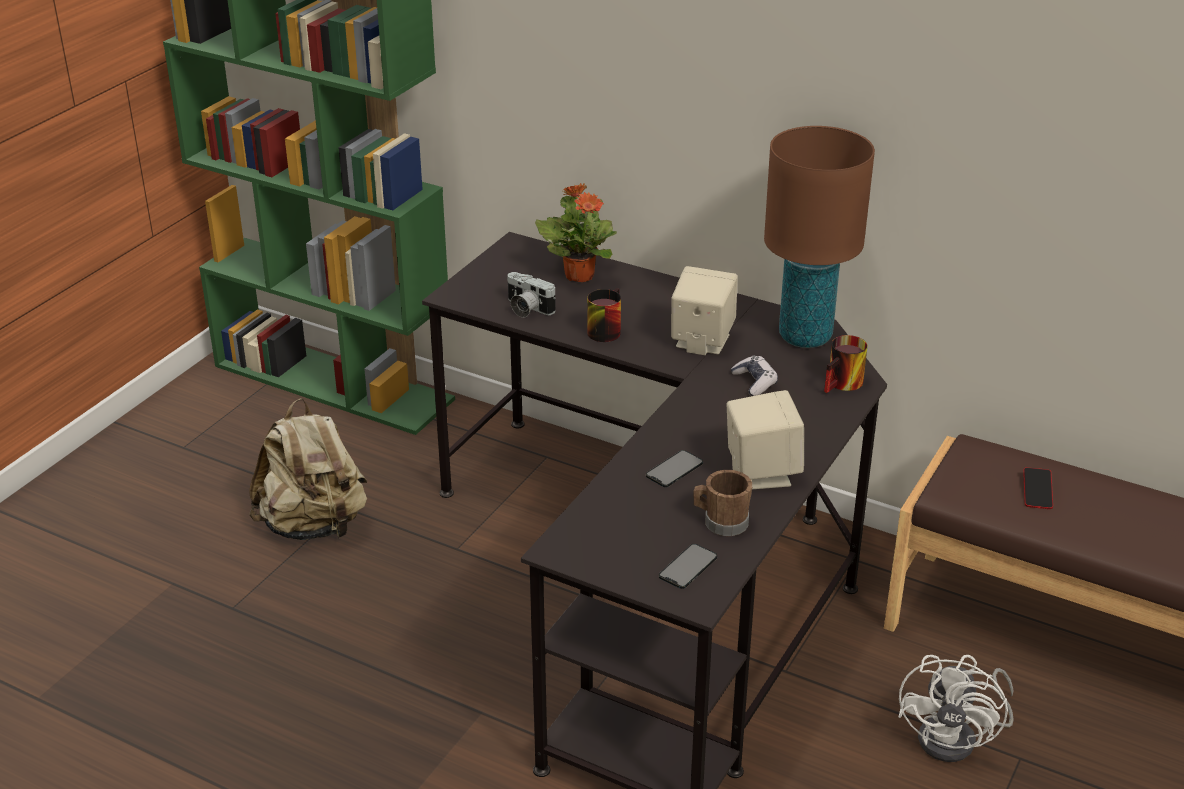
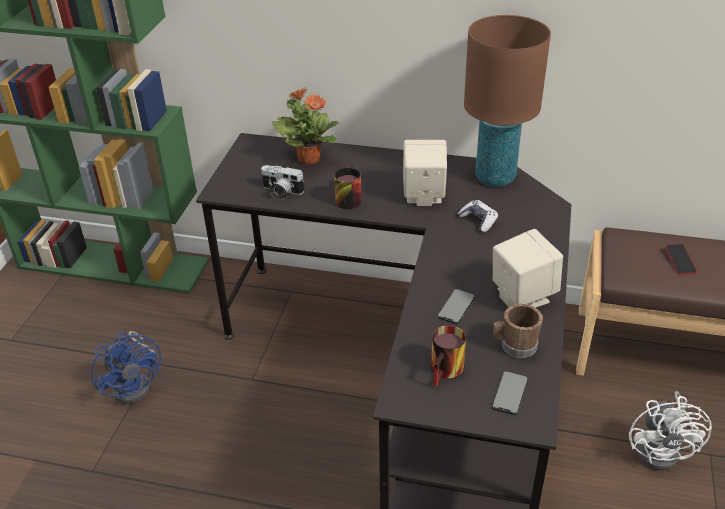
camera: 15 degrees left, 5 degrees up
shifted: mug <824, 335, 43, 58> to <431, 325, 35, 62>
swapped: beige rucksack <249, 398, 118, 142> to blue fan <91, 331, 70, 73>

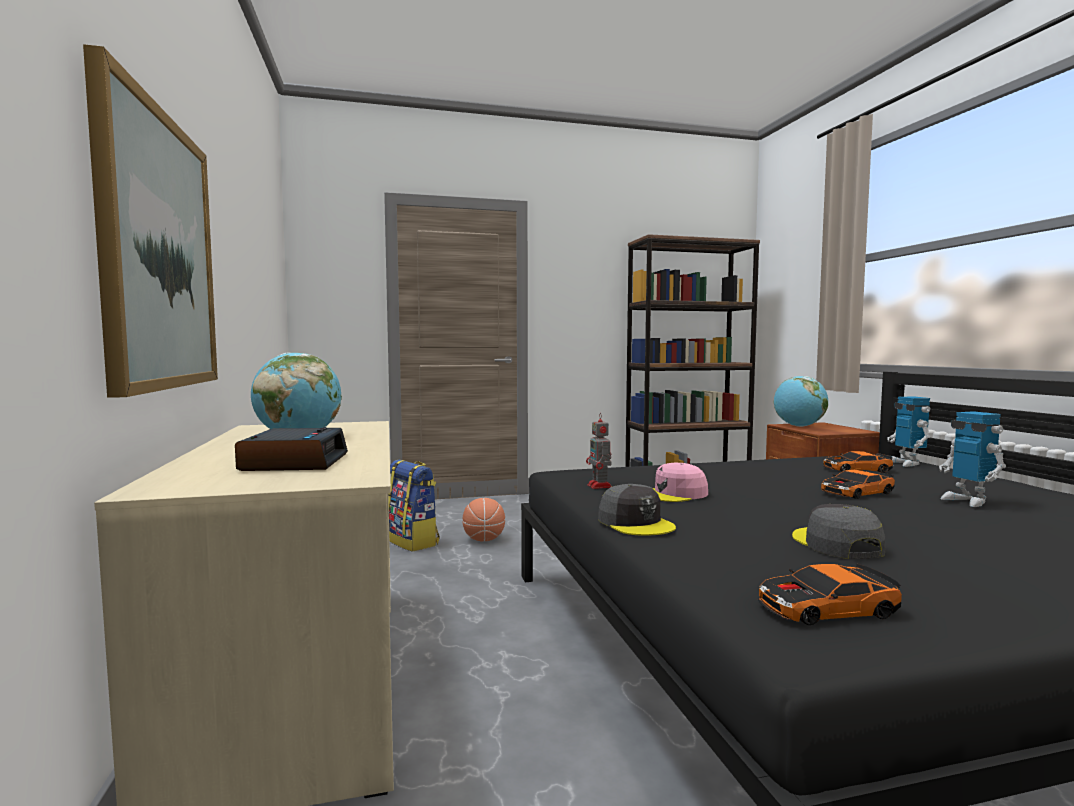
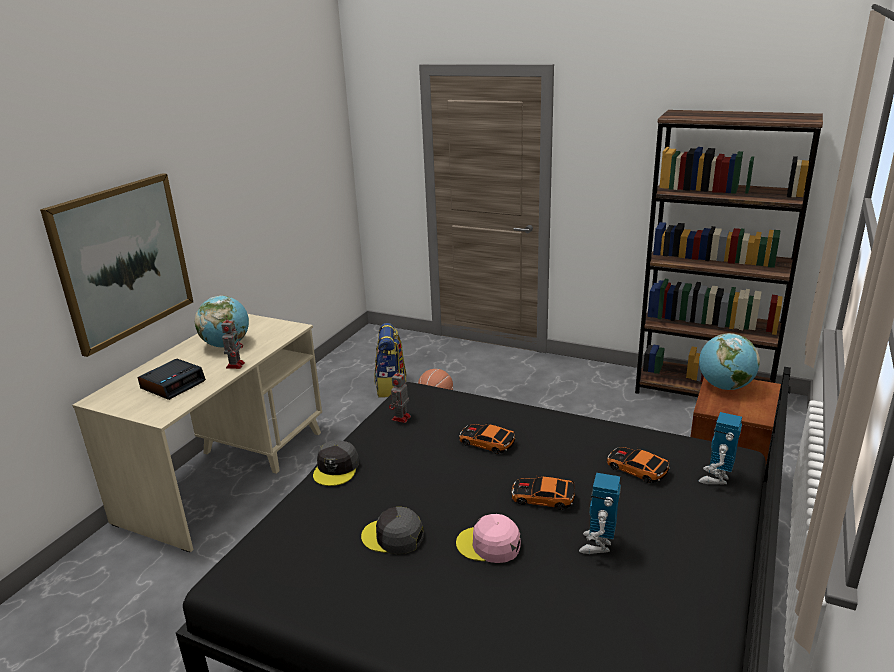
camera: 40 degrees right, 20 degrees up
new: model robot <221, 317, 24, 52>
shifted: pink cap <653, 463, 55, 39> to <456, 514, 65, 49>; toy car <758, 564, 144, 61> to <459, 423, 57, 31>
rotated: greyish cap <792, 504, 93, 55> = <361, 507, 63, 47> 105 degrees counterclockwise

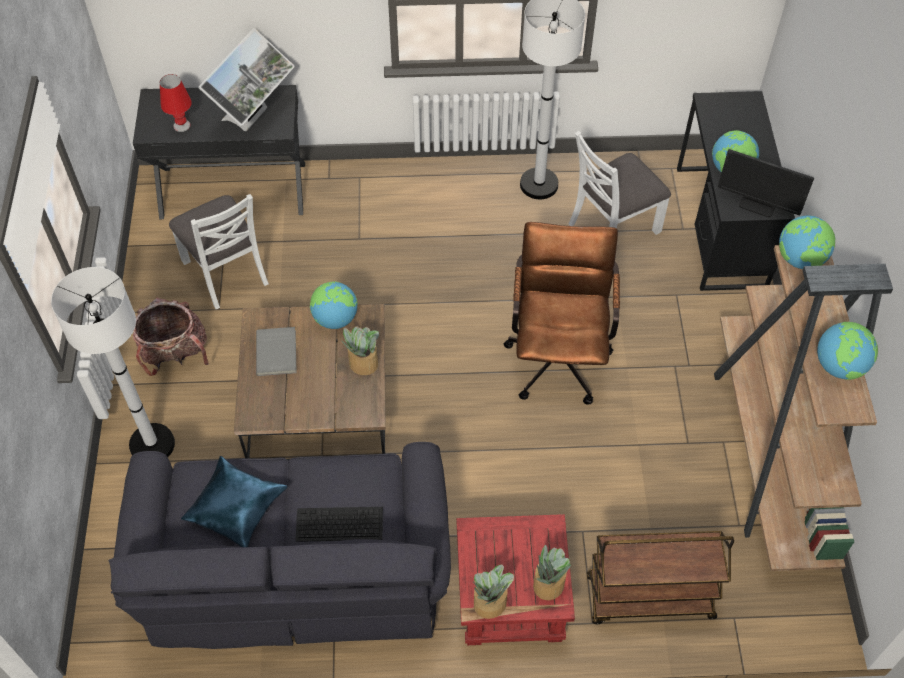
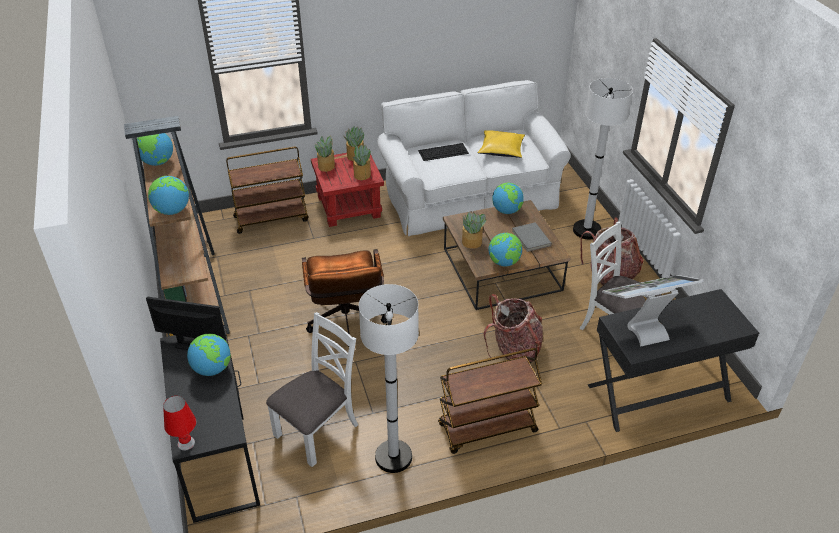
camera: 165 degrees right, 15 degrees down
new: houseplant <353, 145, 18, 35>; desk globe <492, 183, 32, 31>; rucksack <484, 294, 59, 69>; brownish wheeled cart <438, 348, 104, 106>
shifted: reddish lamp for a table <160, 74, 32, 58> to <163, 396, 33, 55>
repainted: black-coloured sofa <109, 442, 342, 207> to white sofa <377, 80, 194, 156>; blue cushion <181, 456, 107, 91> to yellow cushion <478, 130, 47, 28>
rotated: computer screen <199, 28, 96, 103> = <602, 275, 102, 71> 60 degrees clockwise

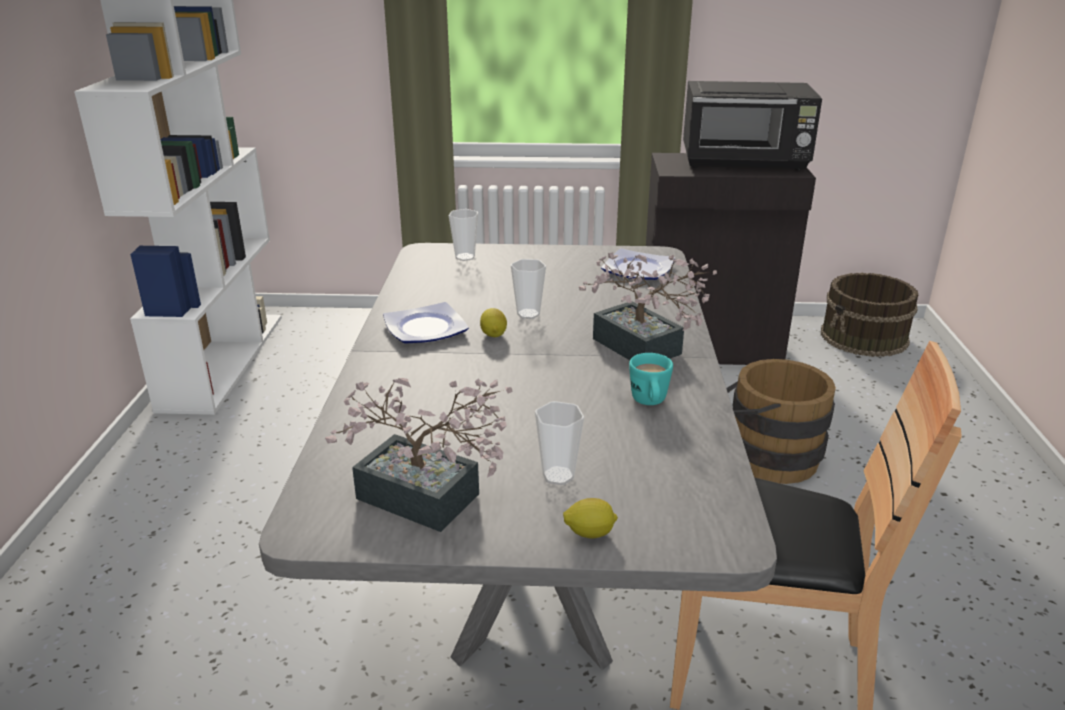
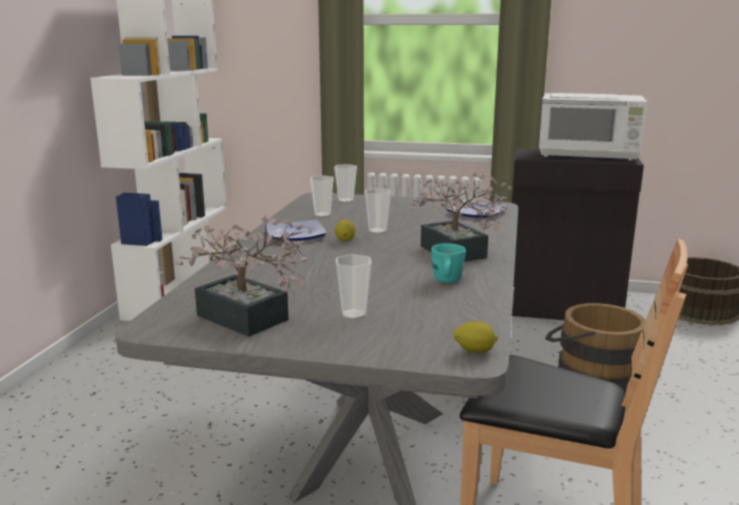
camera: 10 degrees right, 10 degrees down
new: small cup <310, 175, 24, 42>
shifted: whole lemon <563, 498, 55, 41> to <454, 321, 44, 32>
repainted: black-coloured kitchen microwave <683, 81, 139, 90> to white kitchen microwave <539, 93, 108, 68>

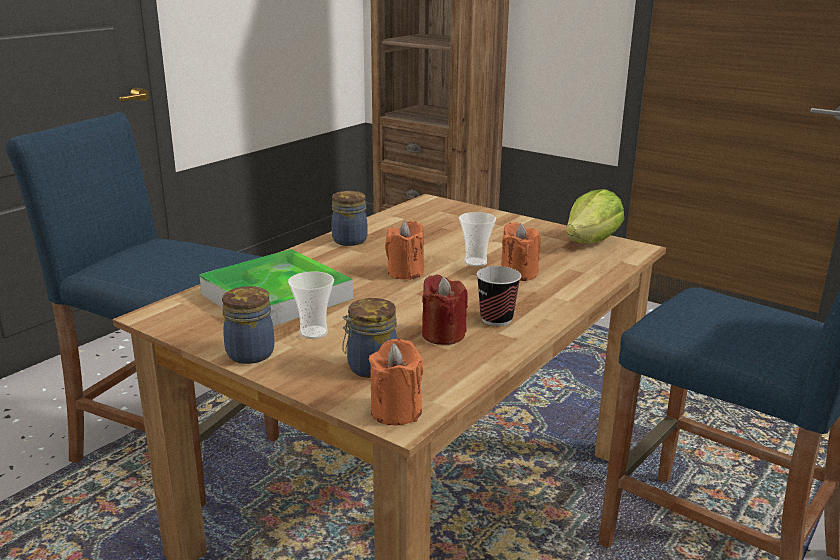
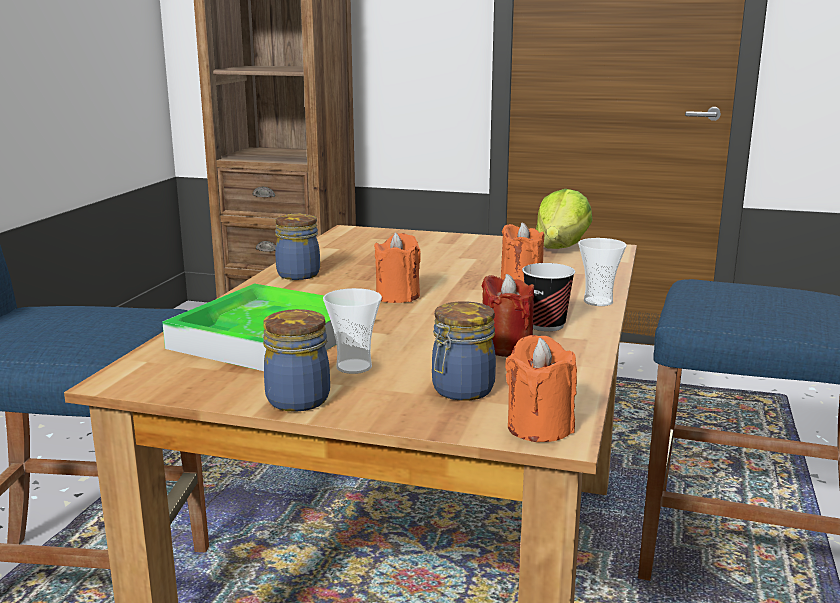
camera: 20 degrees left, 5 degrees down
shifted: small cup <459, 212, 37, 55> to <578, 238, 49, 68>

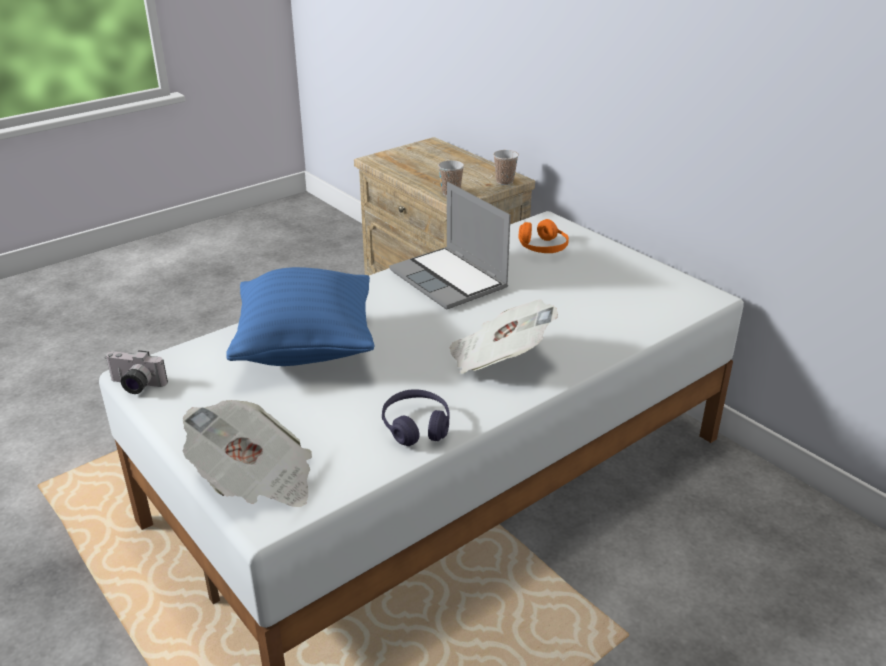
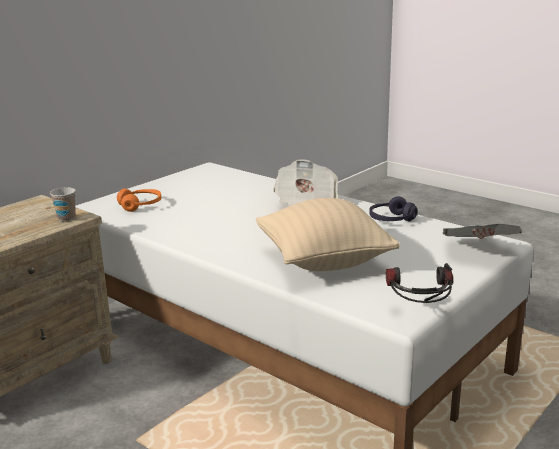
camera: 100 degrees left, 10 degrees down
gone: small cup <493, 150, 26, 35>; portable computer <389, 182, 122, 128>
swapped: photo camera <106, 350, 62, 44> to headset <386, 263, 67, 40>
repainted: blue cushion <227, 267, 148, 99> to beige cushion <256, 198, 144, 73>

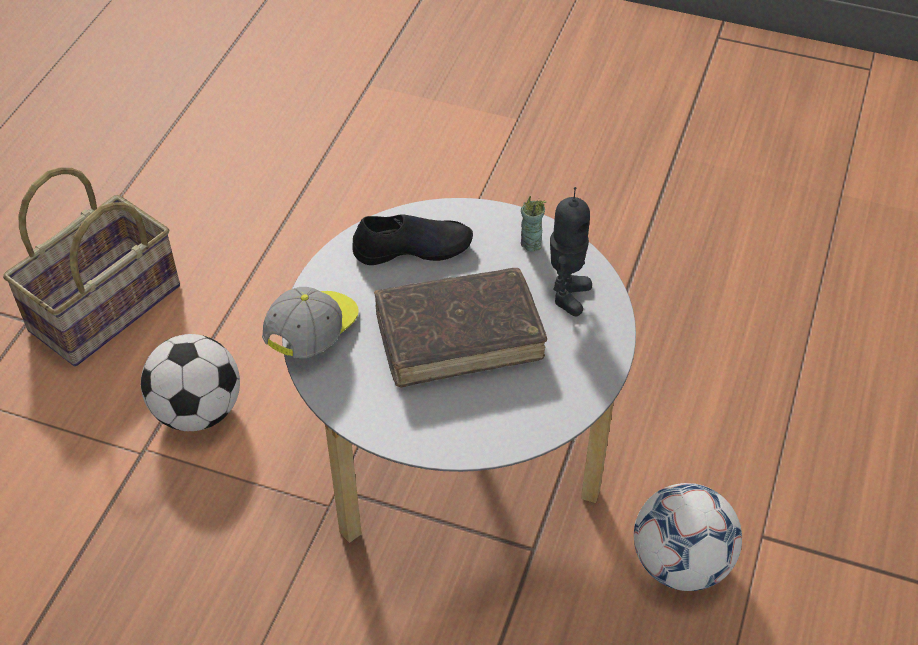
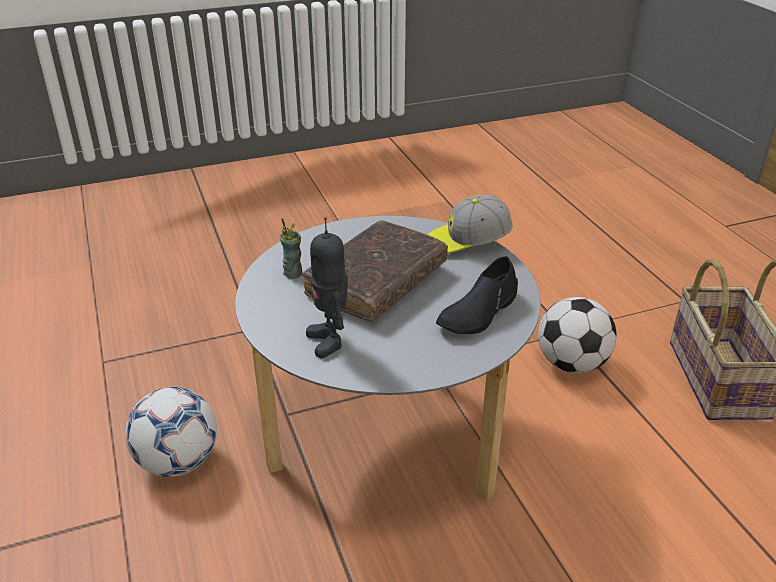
camera: 140 degrees right, 15 degrees down
shifted: small cup <521, 196, 26, 56> to <280, 218, 22, 61>
rotated: cap <262, 287, 97, 71> = <428, 195, 85, 58> 90 degrees clockwise

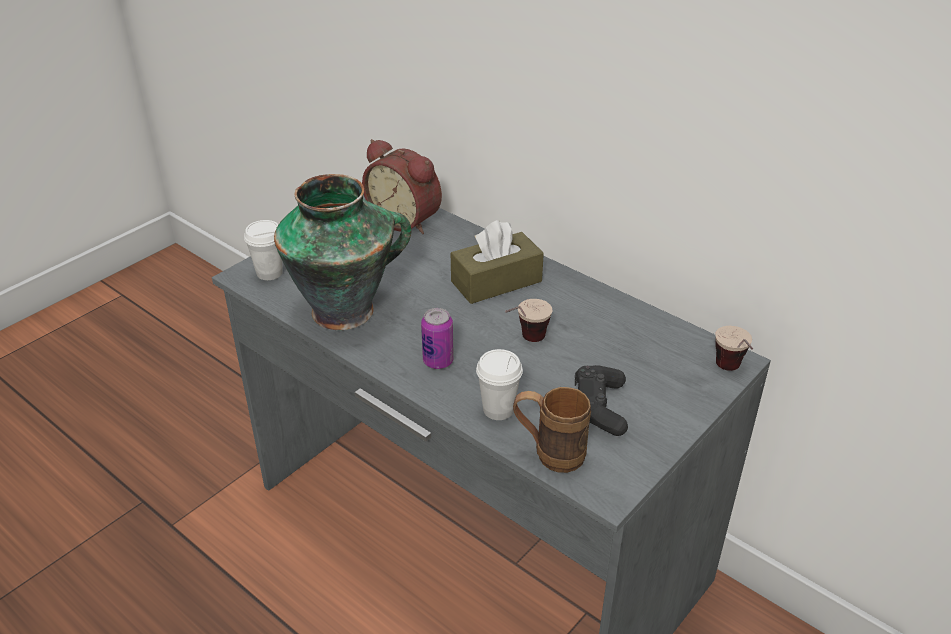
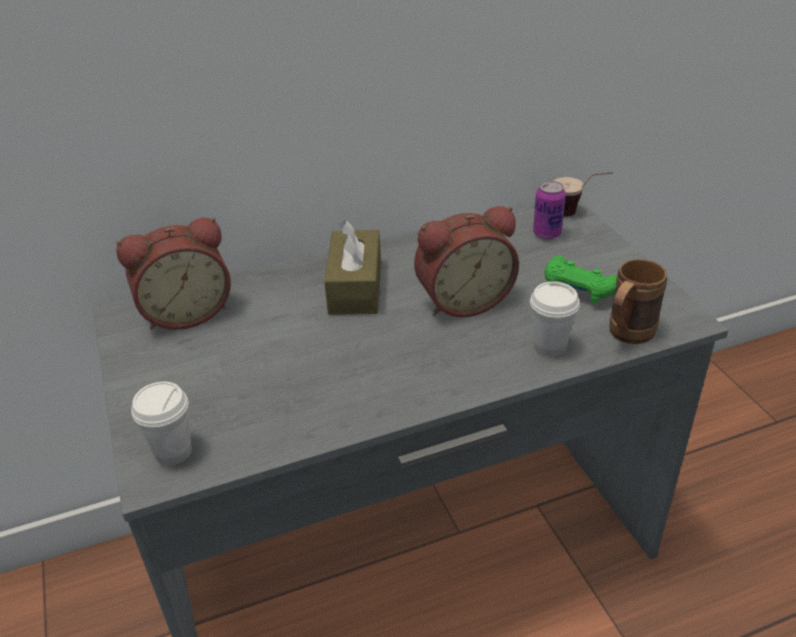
camera: 60 degrees left, 0 degrees up
gone: flower vase <274, 174, 137, 156>
shifted: sealed can <421, 308, 33, 61> to <533, 181, 33, 59>
swapped: small cup <505, 299, 47, 43> to bedside clock <414, 206, 105, 111>
repainted: black-coloured gamepad <575, 365, 53, 71> to green gamepad <545, 256, 72, 48>

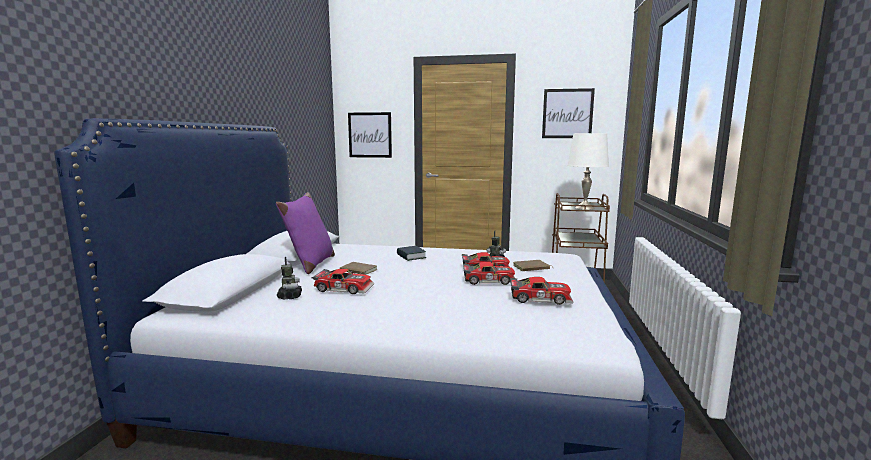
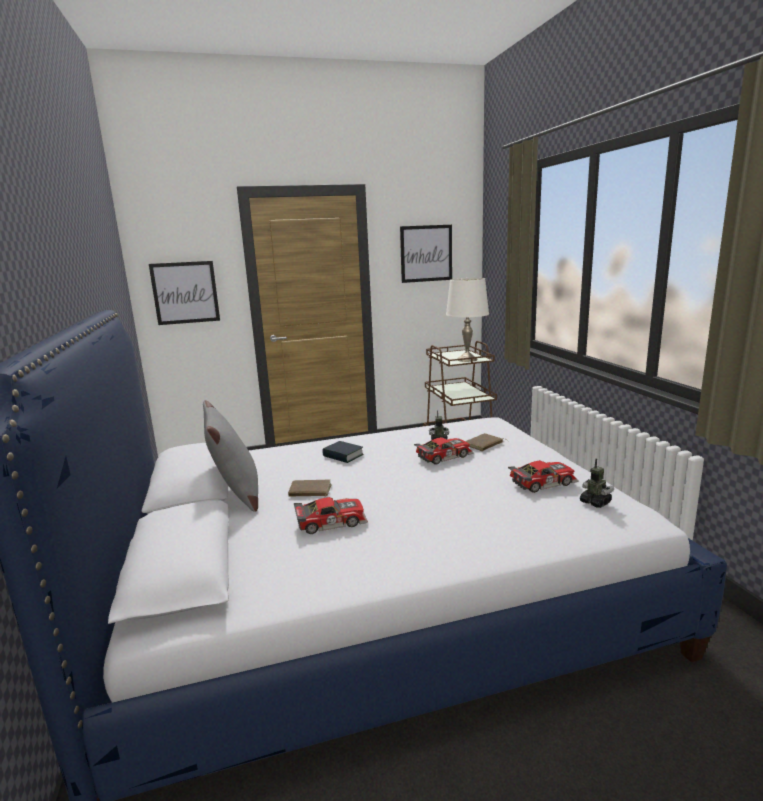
camera: 25 degrees left, 5 degrees up
gone: toy car <463, 262, 52, 23>
shifted: model robot <277, 257, 25, 42> to <580, 459, 34, 49>
repainted: purplish cushion <276, 192, 59, 82> to greyish cushion <203, 400, 55, 112>

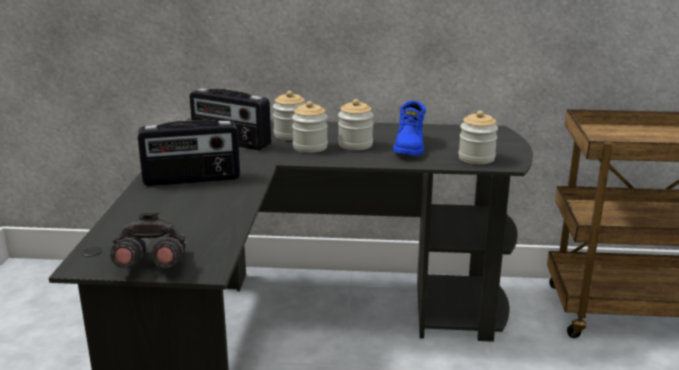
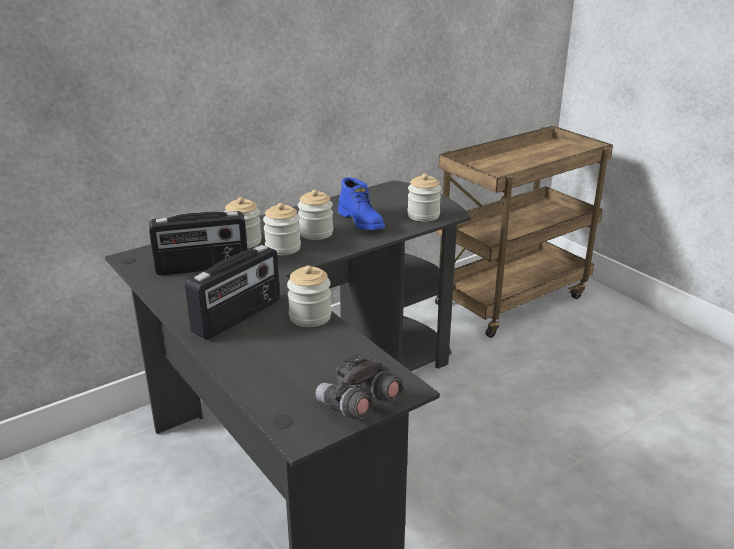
camera: 40 degrees left, 5 degrees up
new: preserve jar <287, 265, 44, 62>

